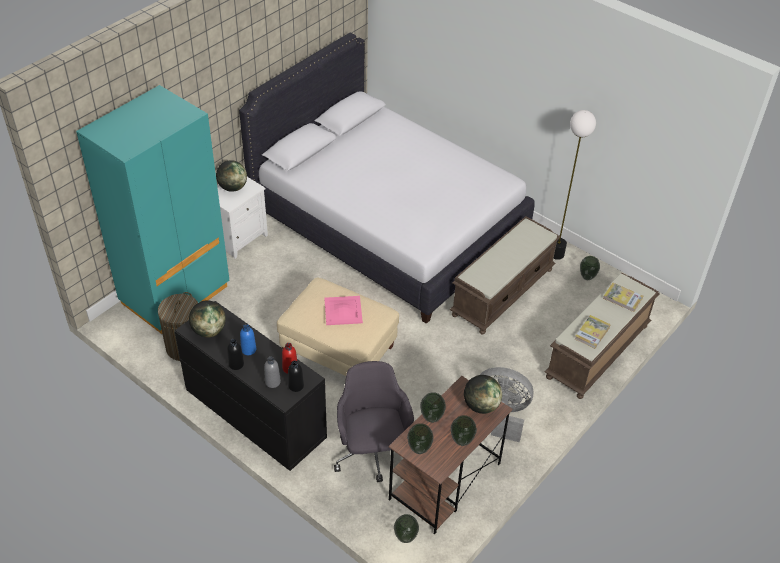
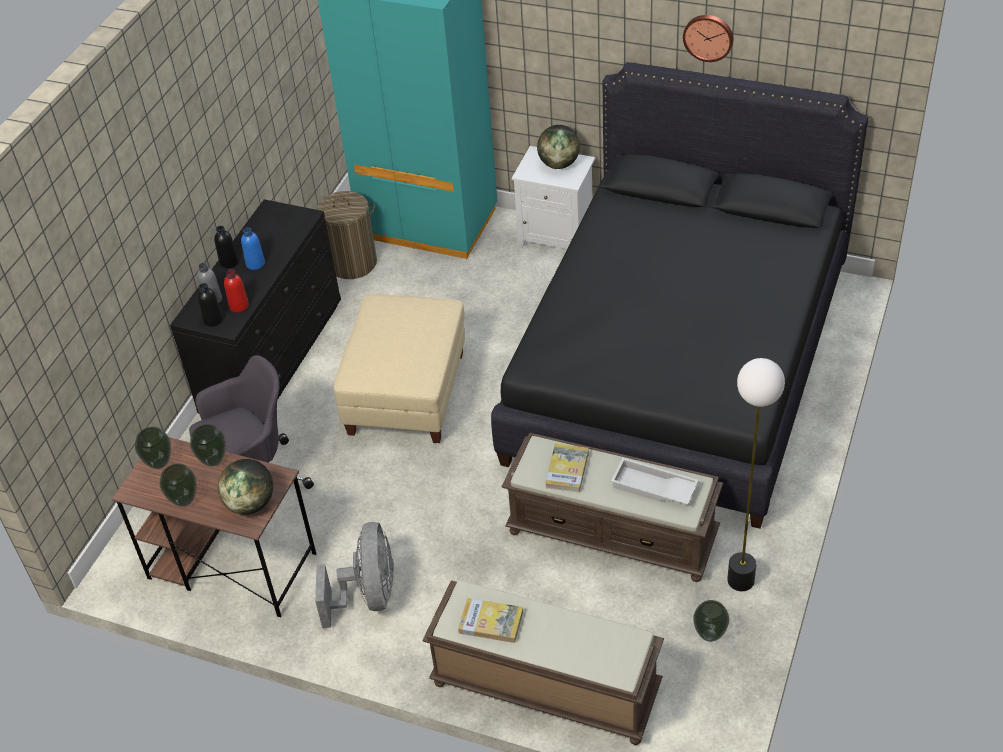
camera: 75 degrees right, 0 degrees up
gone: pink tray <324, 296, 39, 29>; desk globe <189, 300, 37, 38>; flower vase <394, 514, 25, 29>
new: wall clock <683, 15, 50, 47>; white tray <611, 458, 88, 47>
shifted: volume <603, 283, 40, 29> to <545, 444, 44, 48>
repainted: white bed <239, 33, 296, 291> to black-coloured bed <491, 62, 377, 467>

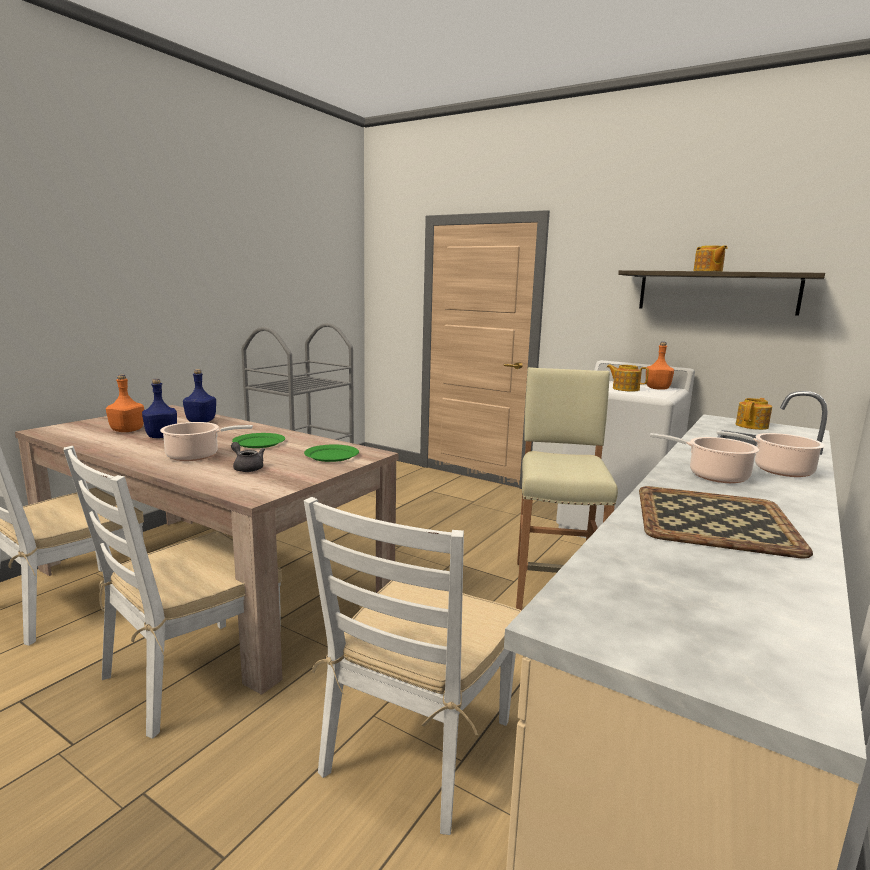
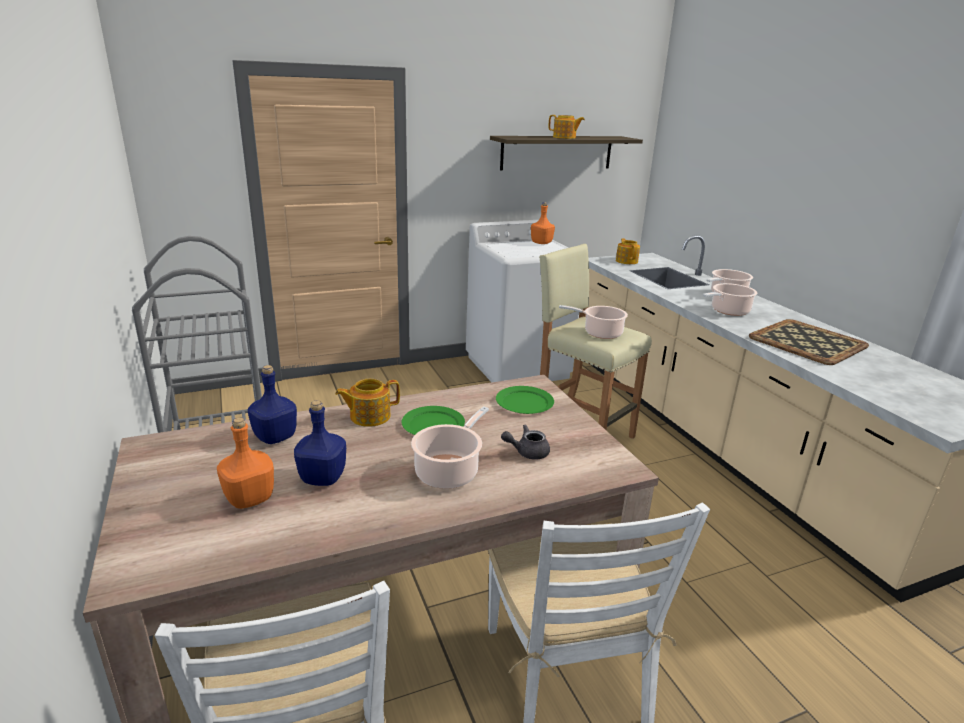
camera: 55 degrees left, 10 degrees up
gone: white plain chair <304, 497, 217, 338>
new: stockpot <559, 305, 69, 34>
shifted: pot for tea <607, 365, 42, 27> to <335, 379, 65, 48>

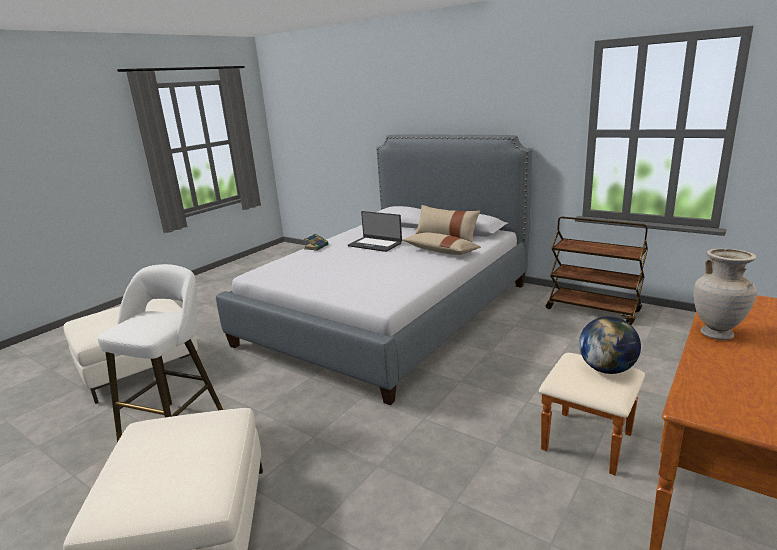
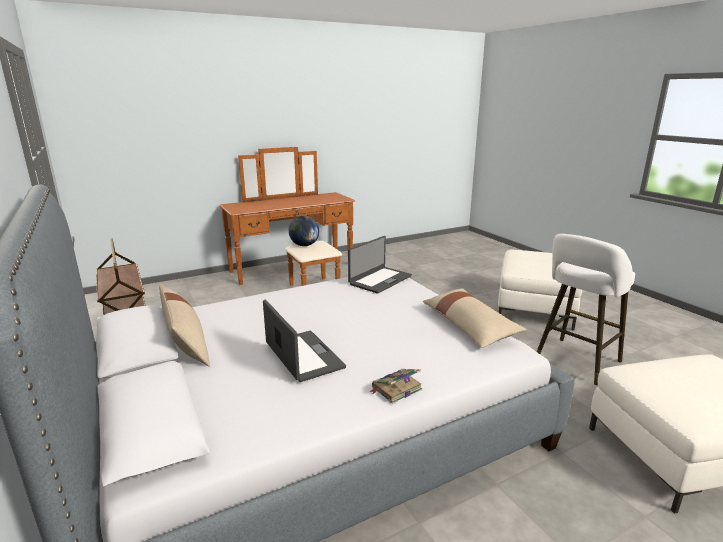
camera: 155 degrees left, 0 degrees up
gone: beige flower vase <694, 249, 63, 91>
new: portable computer <348, 236, 64, 58>
shifted: beige cushion <402, 232, 79, 23> to <423, 288, 104, 60>

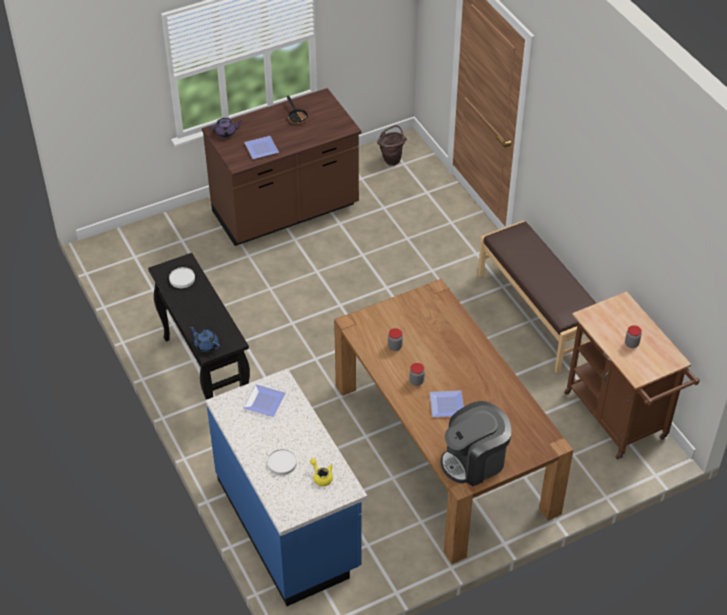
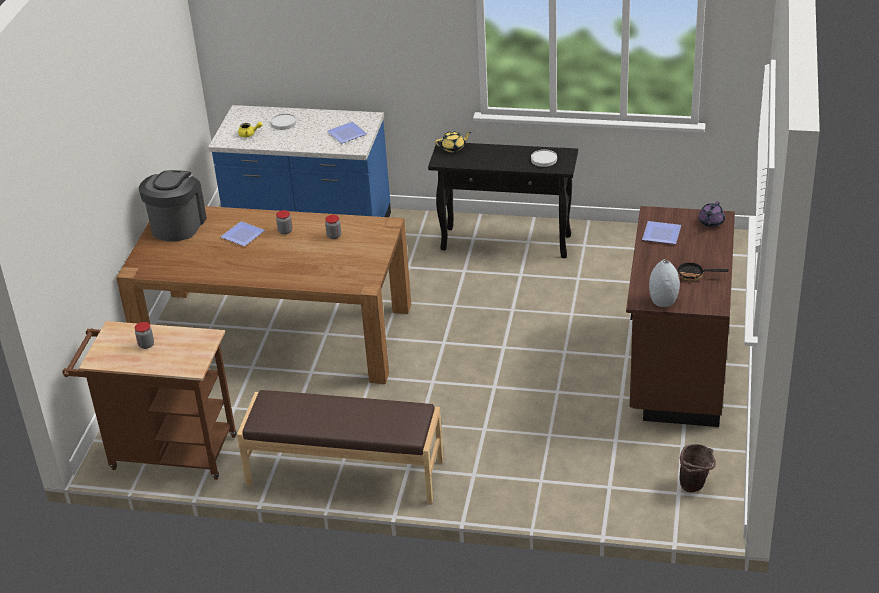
camera: 130 degrees right, 10 degrees down
new: greyish flower vase <649, 259, 31, 48>
repainted: blue pot for tea <190, 326, 30, 26> to yellow pot for tea <435, 131, 36, 21>

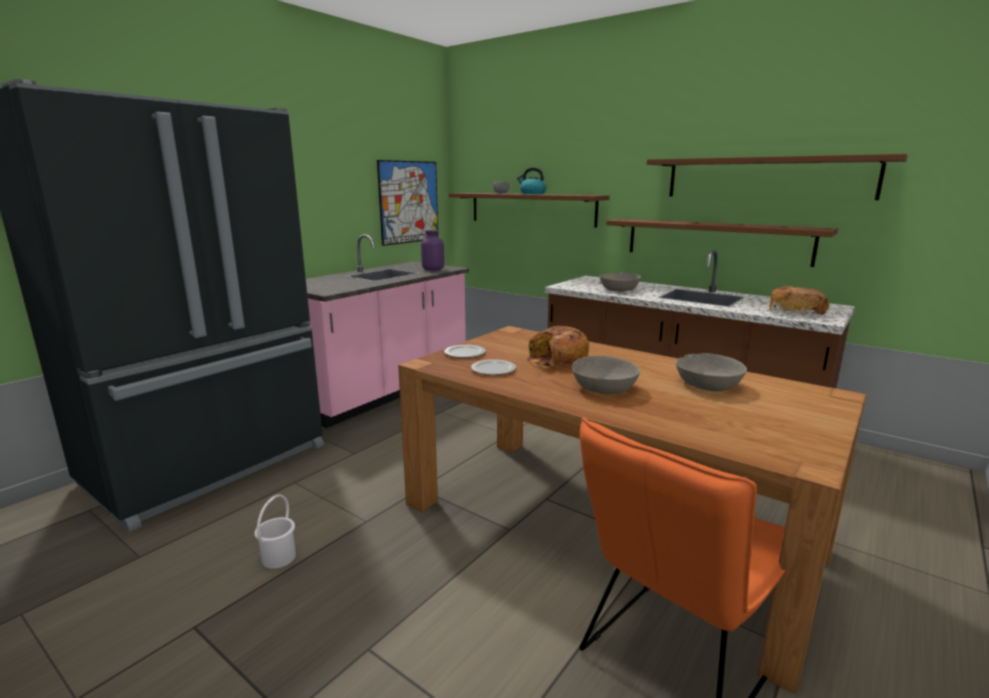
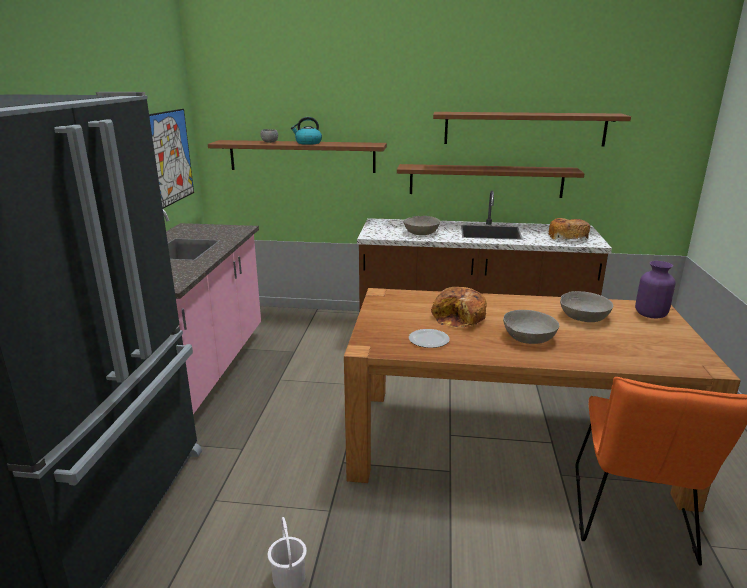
camera: 30 degrees left, 5 degrees up
gone: plate <444, 345, 42, 13>
shifted: purplish flower vase <421, 230, 23, 41> to <635, 261, 41, 58>

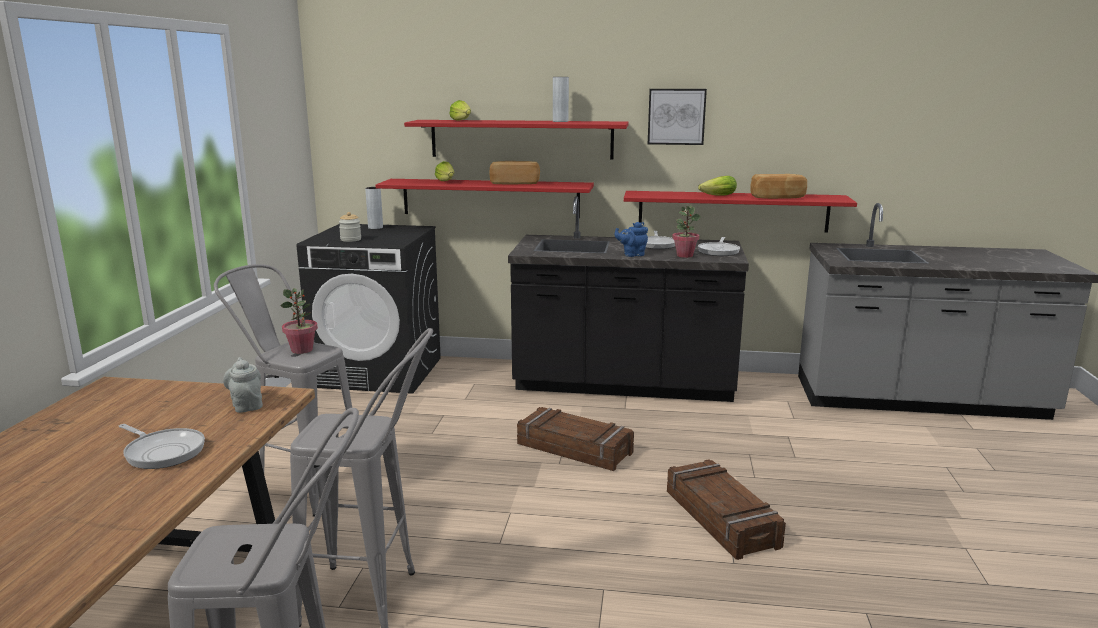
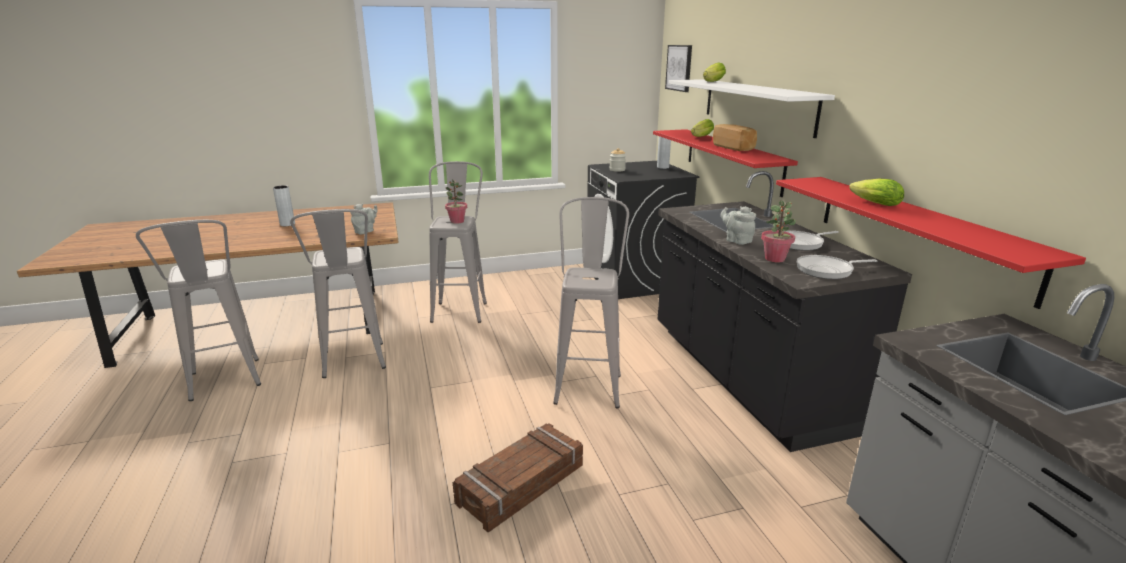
camera: 65 degrees right, 5 degrees up
gone: bakery bread <750, 174, 57, 25>; pan <119, 424, 86, 45>
shifted: greyish flower vase <553, 77, 16, 45> to <273, 185, 22, 41>; picture <648, 89, 59, 56> to <665, 45, 27, 47>
swapped: packing crate <517, 407, 117, 64> to greyish stool seat <553, 197, 76, 211>
repainted: reddish shelf <404, 120, 224, 40> to white shelf <669, 79, 166, 59>; blue pot for tea <614, 222, 34, 35> to greyish pot for tea <721, 206, 35, 39>

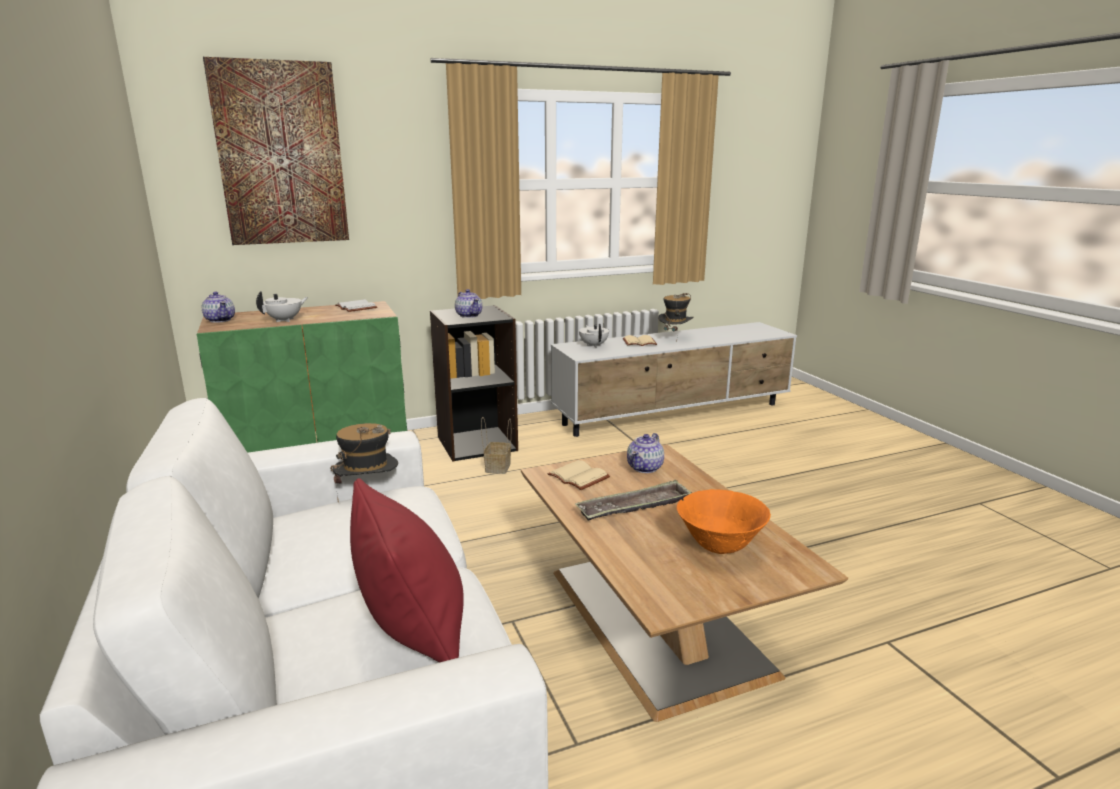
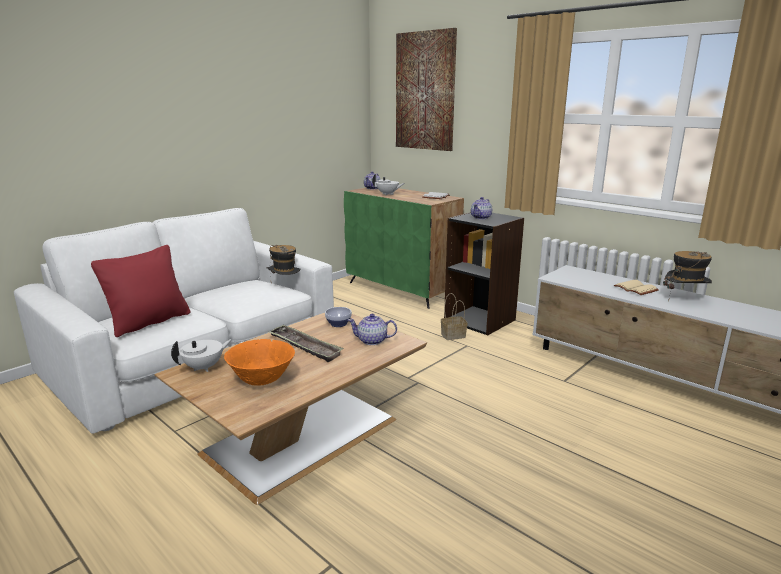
camera: 65 degrees right, 0 degrees up
shifted: white pot for tea <579, 324, 30, 24> to <171, 339, 61, 33>
swapped: beige volume <547, 460, 63, 30> to deep dish <325, 307, 27, 20>

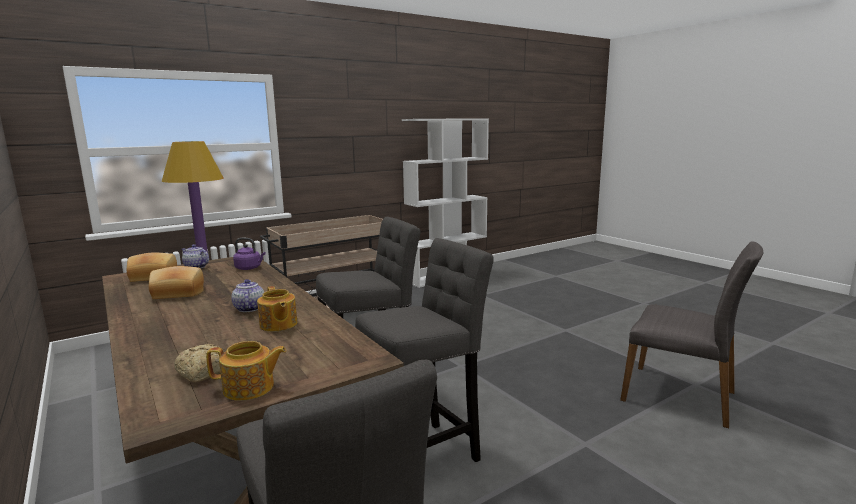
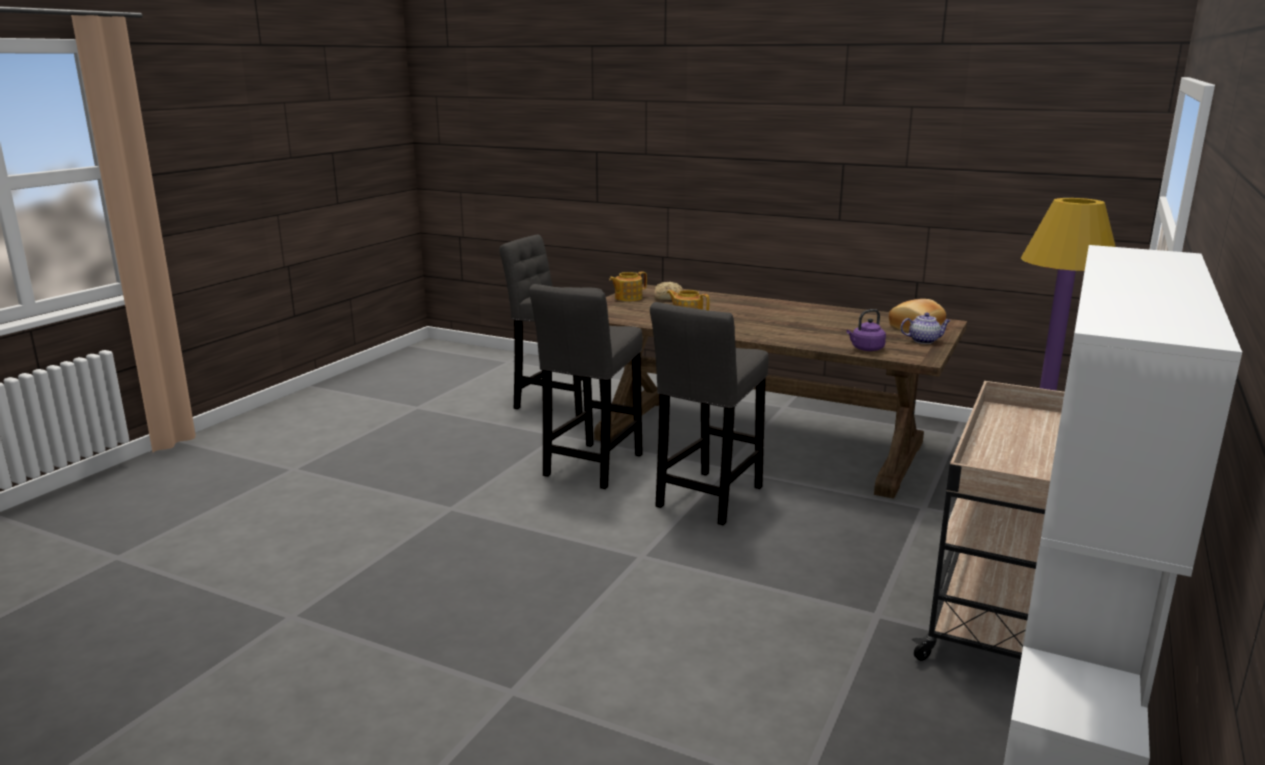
camera: 150 degrees right, 5 degrees up
gone: greyish plain chair <620, 241, 144, 187>; bakery bread <149, 266, 55, 33>; pot for tea <231, 279, 33, 33>

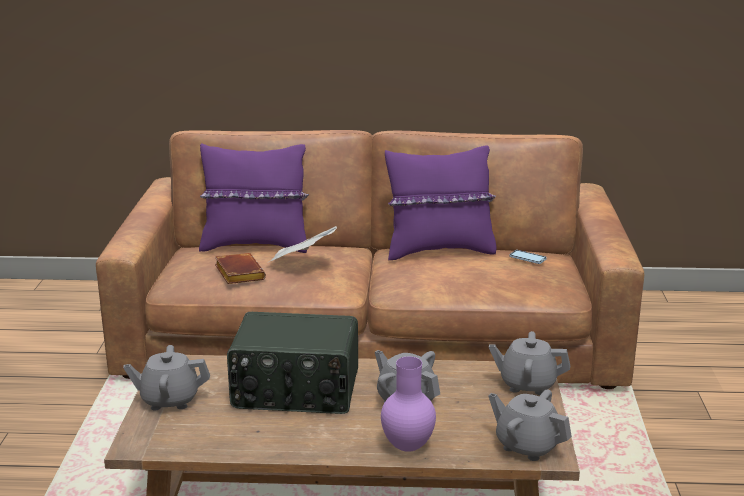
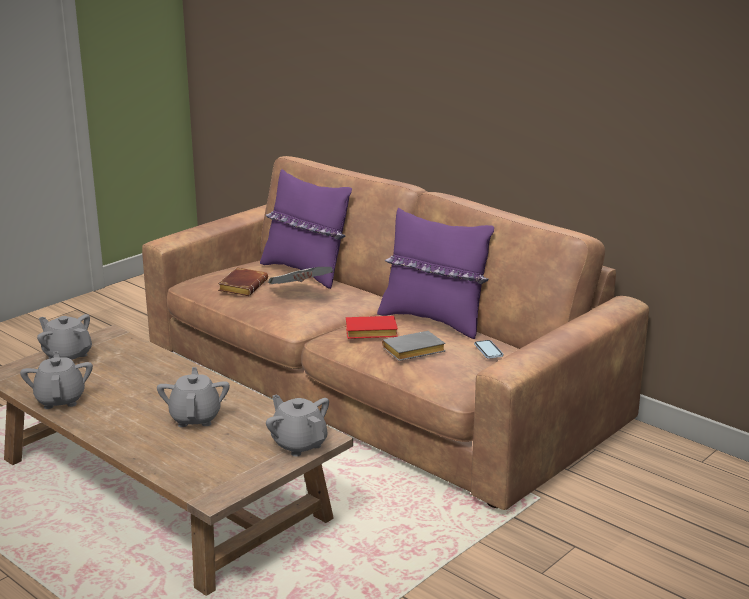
camera: 40 degrees right, 0 degrees up
gone: radio <227, 312, 131, 102>; purplish flower vase <381, 356, 55, 96>
new: reddish volume <346, 316, 52, 23>; greyish volume <382, 331, 63, 30>
shifted: greyish pot for tea <488, 389, 84, 72> to <20, 351, 73, 58>

